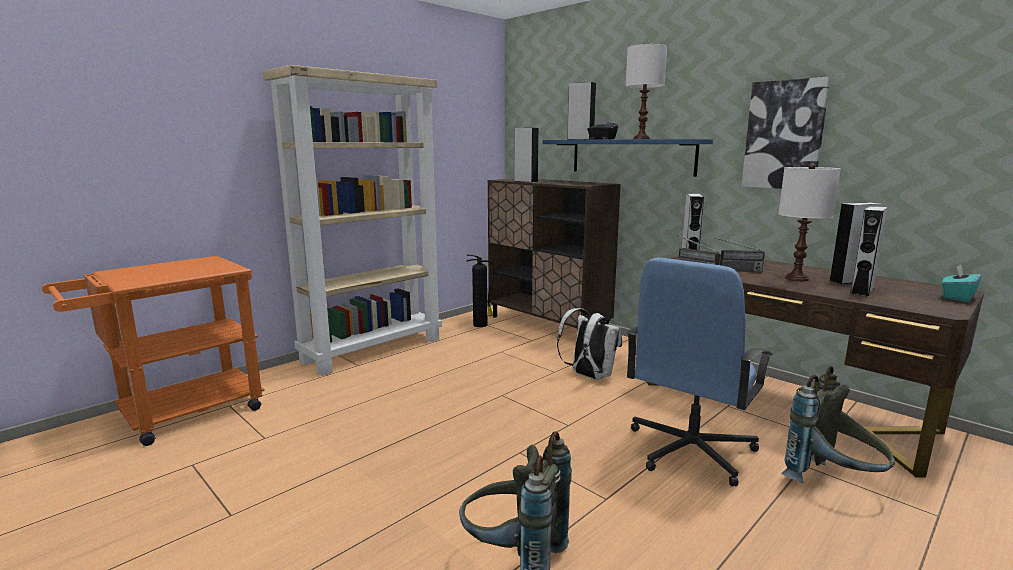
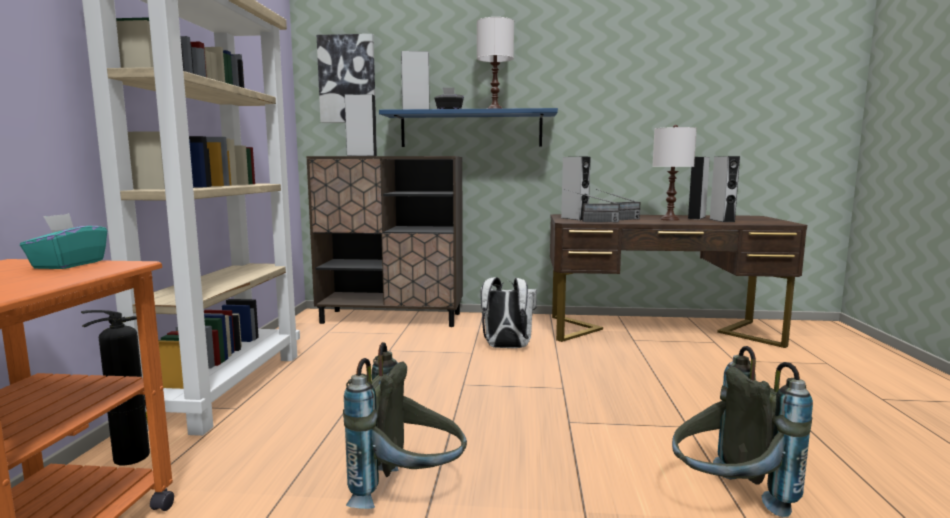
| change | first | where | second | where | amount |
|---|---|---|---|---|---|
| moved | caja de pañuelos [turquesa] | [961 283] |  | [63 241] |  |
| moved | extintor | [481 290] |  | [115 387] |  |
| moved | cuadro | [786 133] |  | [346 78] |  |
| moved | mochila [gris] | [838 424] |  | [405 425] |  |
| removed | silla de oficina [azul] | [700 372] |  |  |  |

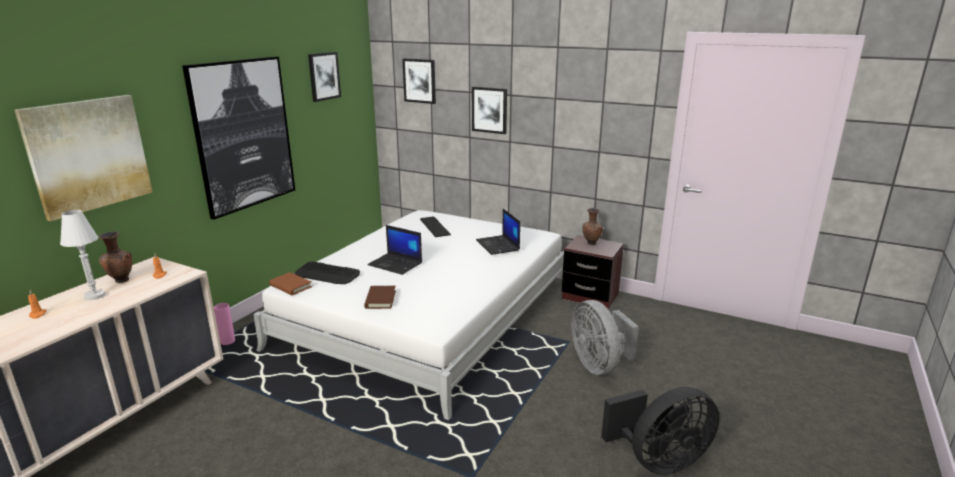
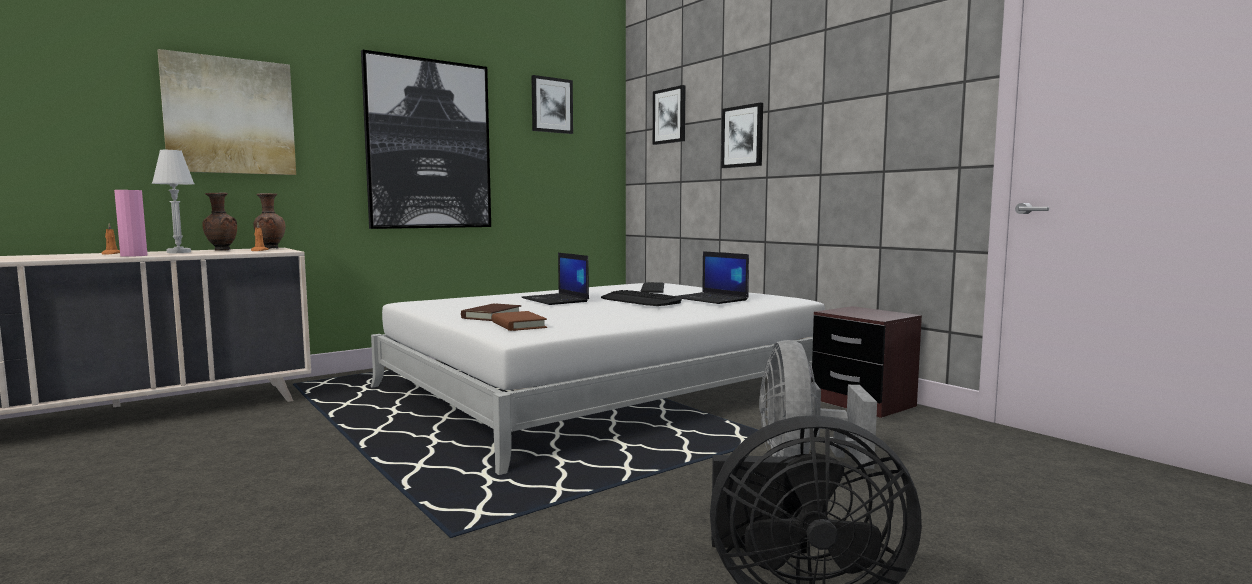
| change | first | where | second | where | amount |
|---|---|---|---|---|---|
| moved | florero [rosa] | [224 324] |  | [130 223] |  |
| moved | florero [marrón] | [592 226] |  | [269 221] |  |
| moved | libro [marrón] | [290 283] |  | [519 321] |  |
| moved | teclado | [327 272] |  | [641 298] |  |
| turned | portátil | [498 232] |  | [713 277] | 45 degrees counterclockwise |

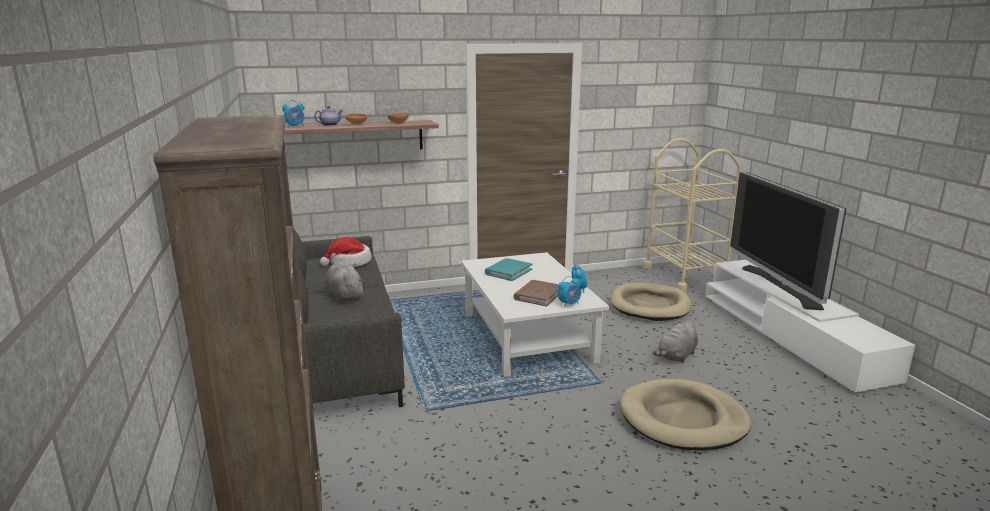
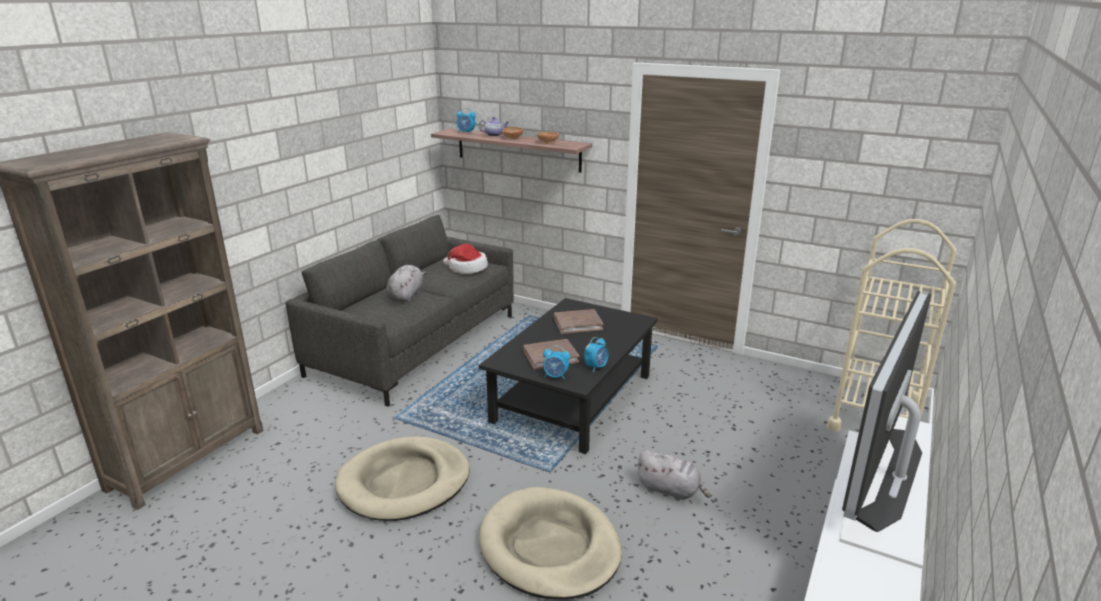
| change | first | where | second | where | amount |
|---|---|---|---|---|---|
| moved | cama para perro [beis] | [650 302] |  | [402 478] |  |
| recoloured | mesa de centro [blanco] | [535 314] | mesa de centro [negro] | [568 376] |  |
| recoloured | libro [turquesa] | [509 269] | libro [marrón] | [579 321] |  |
| turned | peluche [gris] | [675 341] |  | [673 475] | 150 degrees counterclockwise |

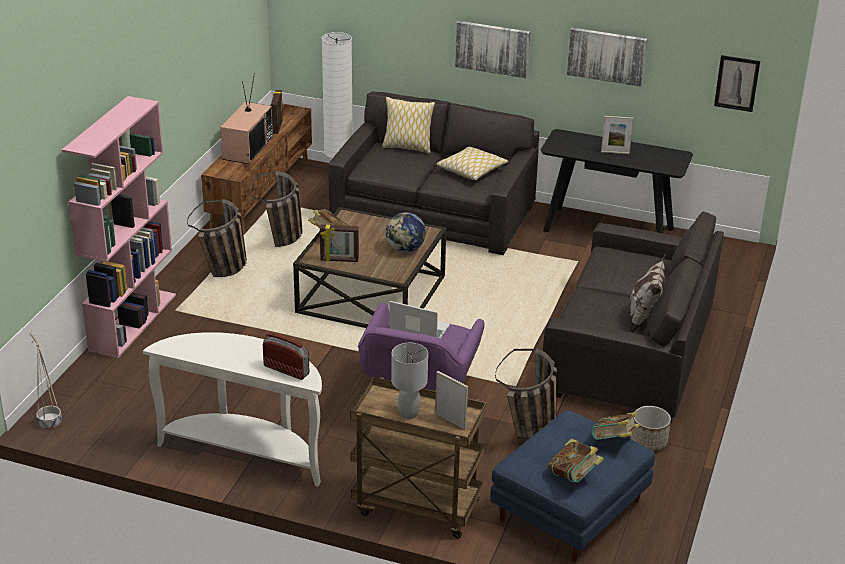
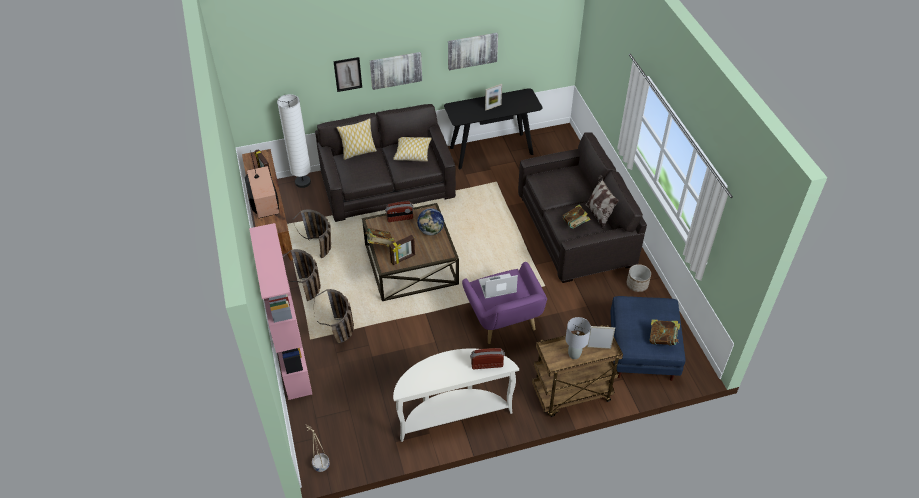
| change | first | where | second | where | amount |
|---|---|---|---|---|---|
| moved | cesta | [526 394] |  | [334 316] |  |
| moved | cuadro | [737 83] |  | [347 74] |  |
| added |  |  | radio | [399 211] |  |
| moved | libro | [615 426] |  | [576 216] |  |

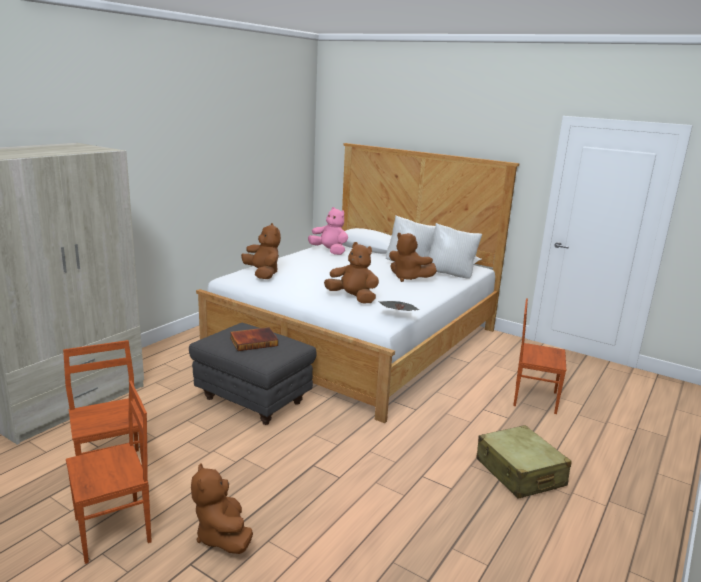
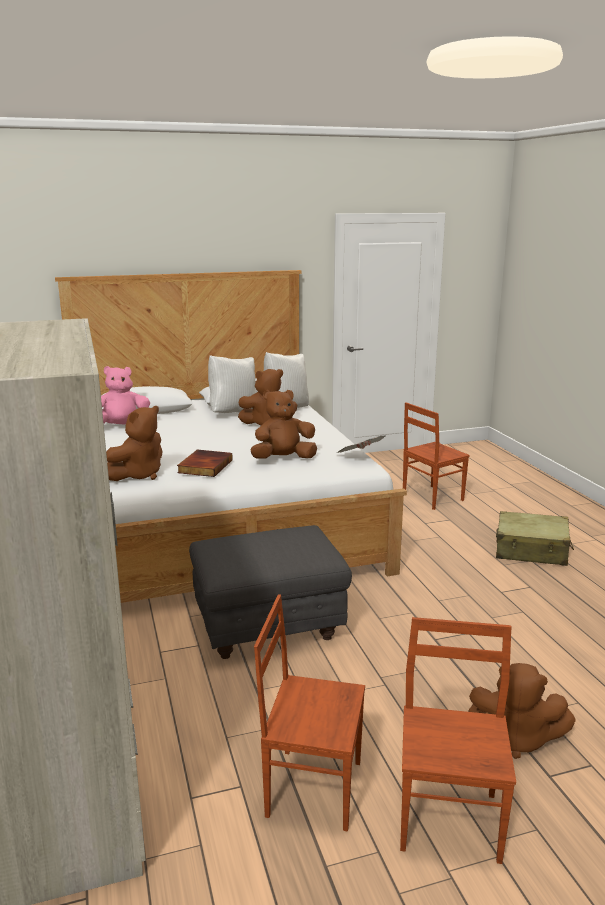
| change | first | where | second | where | amount |
|---|---|---|---|---|---|
| turned | peluche [marrón] | [261 251] |  | [134 443] | 120 degrees clockwise |
| moved | libro | [254 339] |  | [205 463] |  |

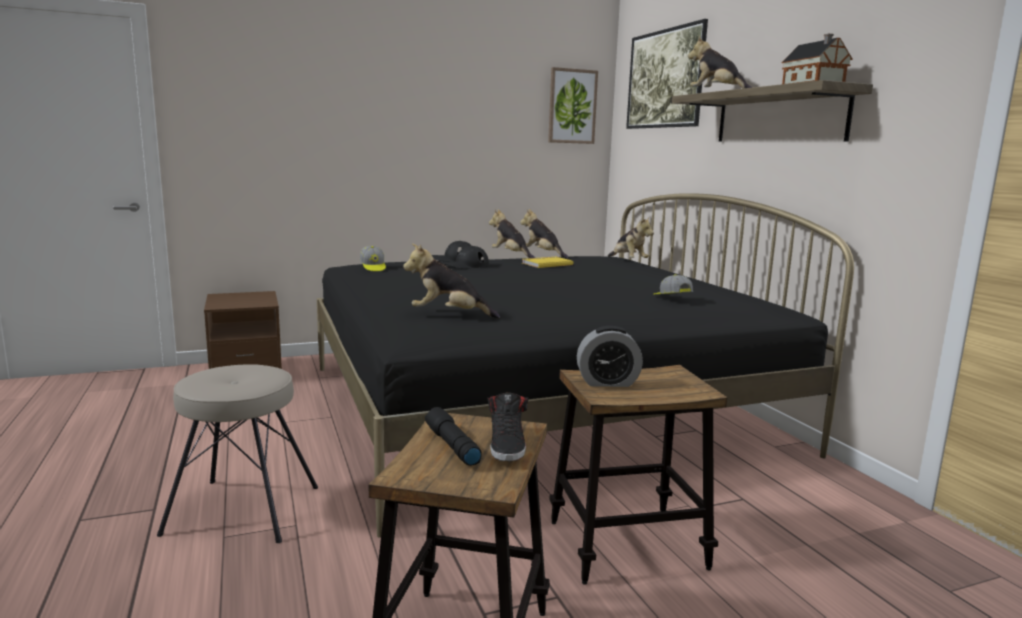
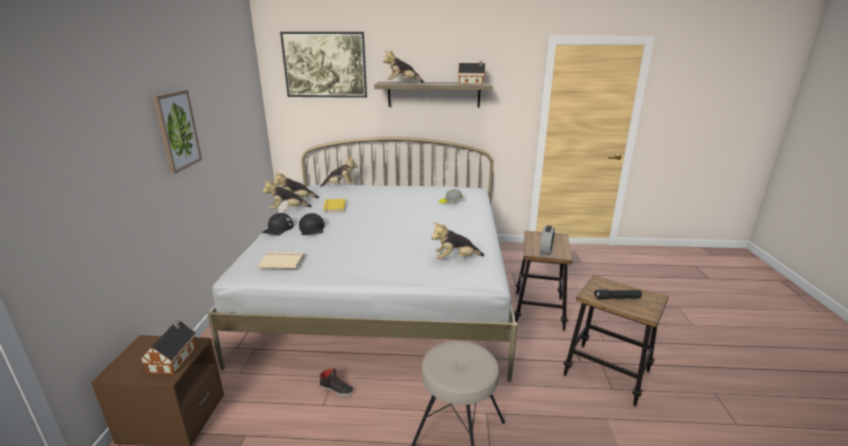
| change | first | where | second | where | amount |
|---|---|---|---|---|---|
| added |  |  | casita | [168 347] |  |
| moved | cuadro | [573 105] |  | [177 132] |  |
| recoloured | cama [negro] | [585 365] | cama [blanco] | [362 259] |  |
| replaced | gorra | [373 259] | libro [beis] | [281 260] |  |
| moved | zapato [negro] | [508 427] |  | [337 382] |  |
| turned | peluche | [451 280] |  | [457 240] | 45 degrees clockwise |

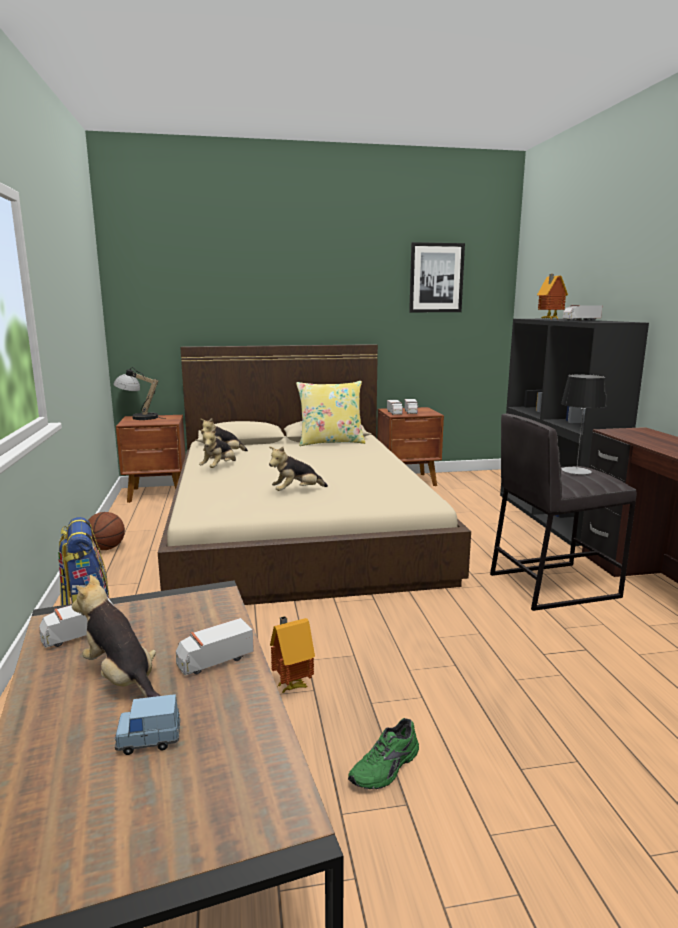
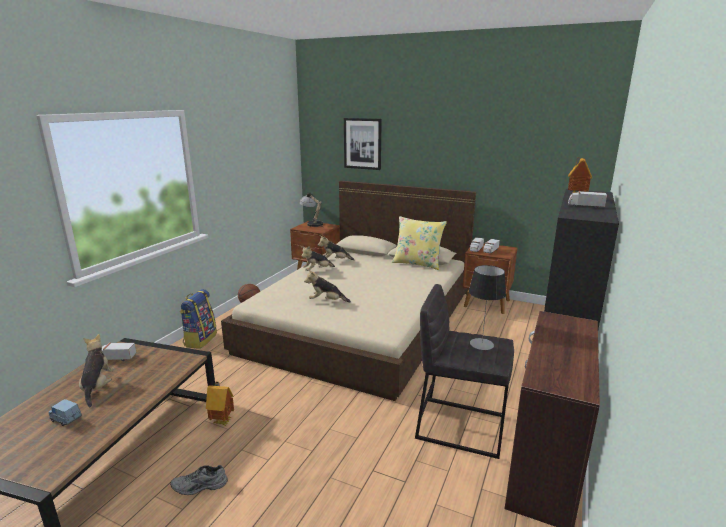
| change | first | where | second | where | amount |
|---|---|---|---|---|---|
| recoloured | zapato [verde] | [383 753] | zapato [gris] | [199 480] |  |
| moved | cuadro | [437 277] |  | [363 144] |  |
| removed | camión de juguete | [215 647] |  |  |  |

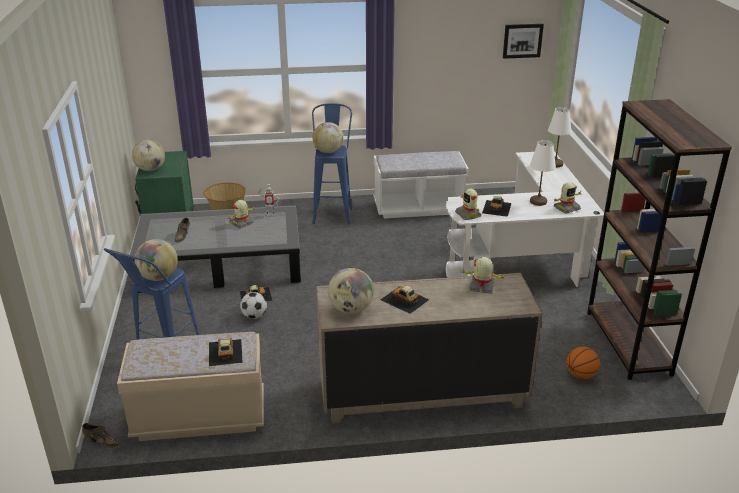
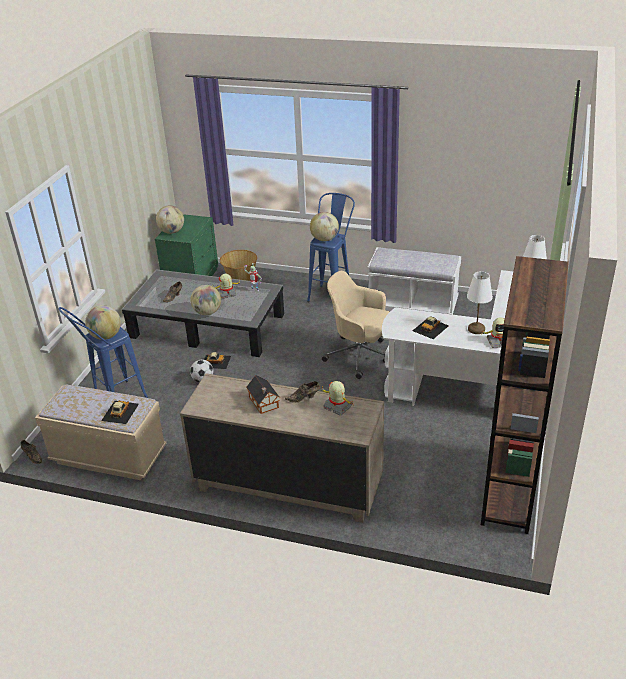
| change | first | where | second | where | amount |
|---|---|---|---|---|---|
| moved | globo terráqueo | [351 291] |  | [205 300] |  |
| replaced | coche de juguete | [404 299] | casita | [263 394] |  |
| added |  |  | zapato [marrón] | [302 392] |  |
| added |  |  | silla de oficina [beis] | [356 325] |  |
| removed | robot de juguete | [468 204] |  |  |  |
| removed | cuadro | [523 41] |  |  |  |
| removed | balón de baloncesto | [583 363] |  |  |  |

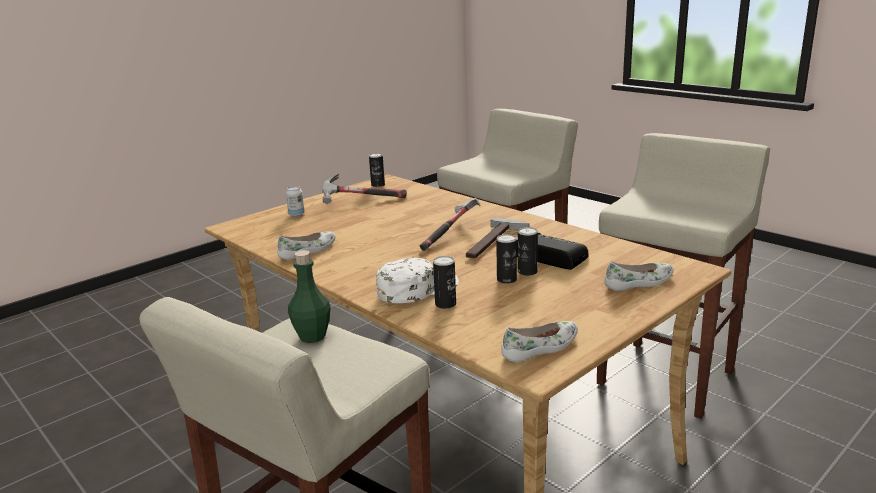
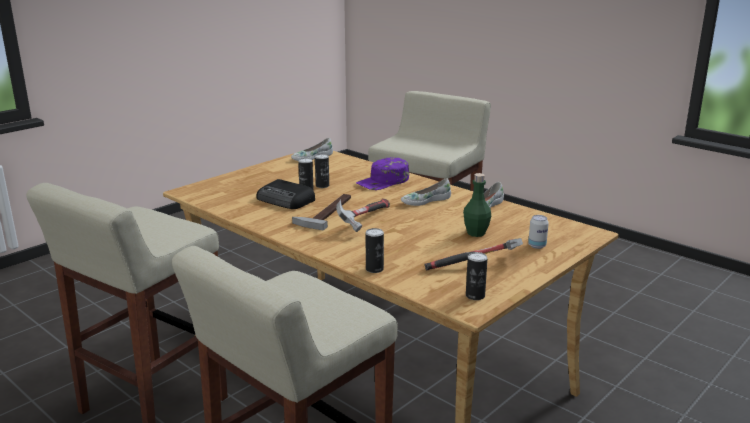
| change | first | where | second | where | amount |
|---|---|---|---|---|---|
| recoloured | gorra [blanco] | [418 280] | gorra [morado] | [382 174] |  |
| moved | lata | [444 282] |  | [375 250] |  |
| moved | zapato [blanco] | [639 276] |  | [426 192] |  |
| moved | botella [verde] | [309 296] |  | [477 205] |  |

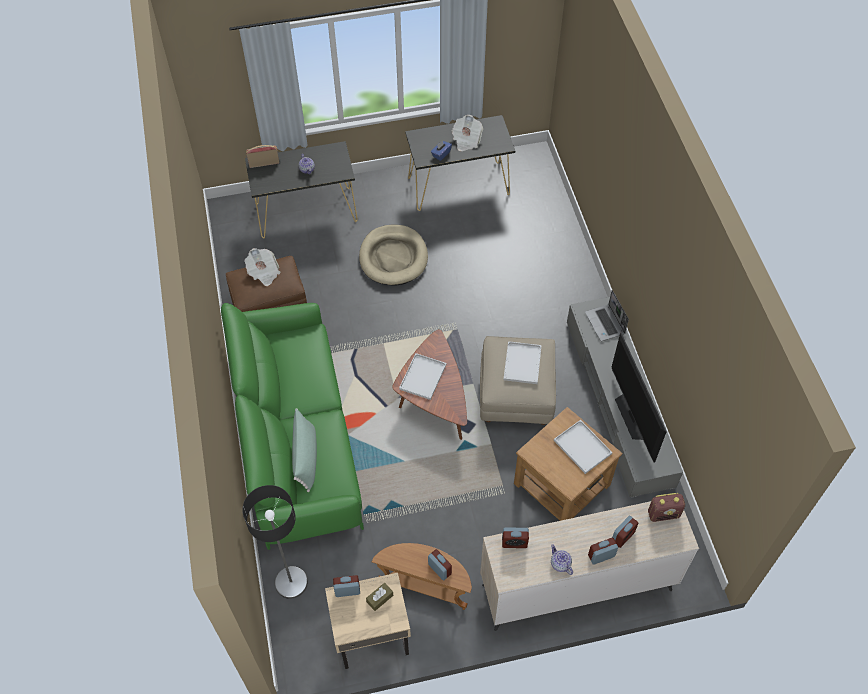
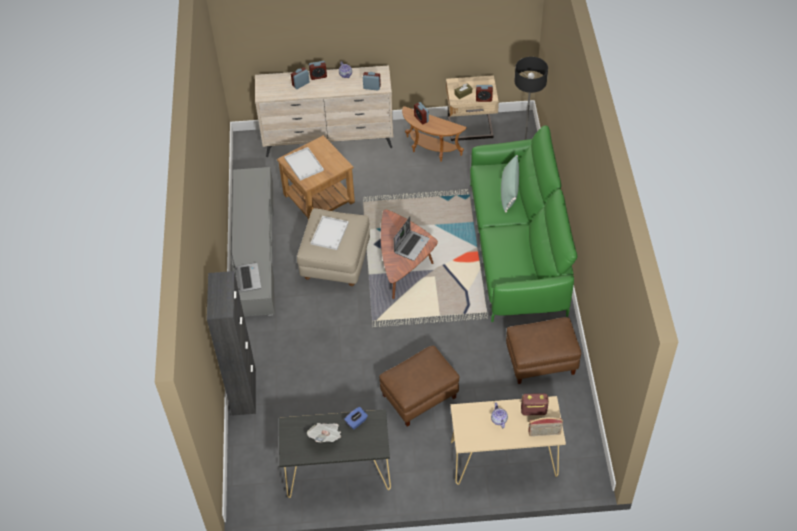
| change | first | where | second | where | amount |
|---|---|---|---|---|---|
| added |  |  | armario [negro] | [231 343] |  |
| replaced | cama para perro [beis] | [393 255] | puf [marrón] | [419 386] |  |
| replaced | bandeja [blanco] | [422 376] | portátil | [412 239] |  |
| recoloured | mesa consola [negro] | [301 189] | mesa consola [beis] | [508 440] |  |
| moved | radio | [666 507] |  | [535 404] |  |
| removed | periódico | [262 267] |  |  |  |
| removed | televisor | [639 397] |  |  |  |

